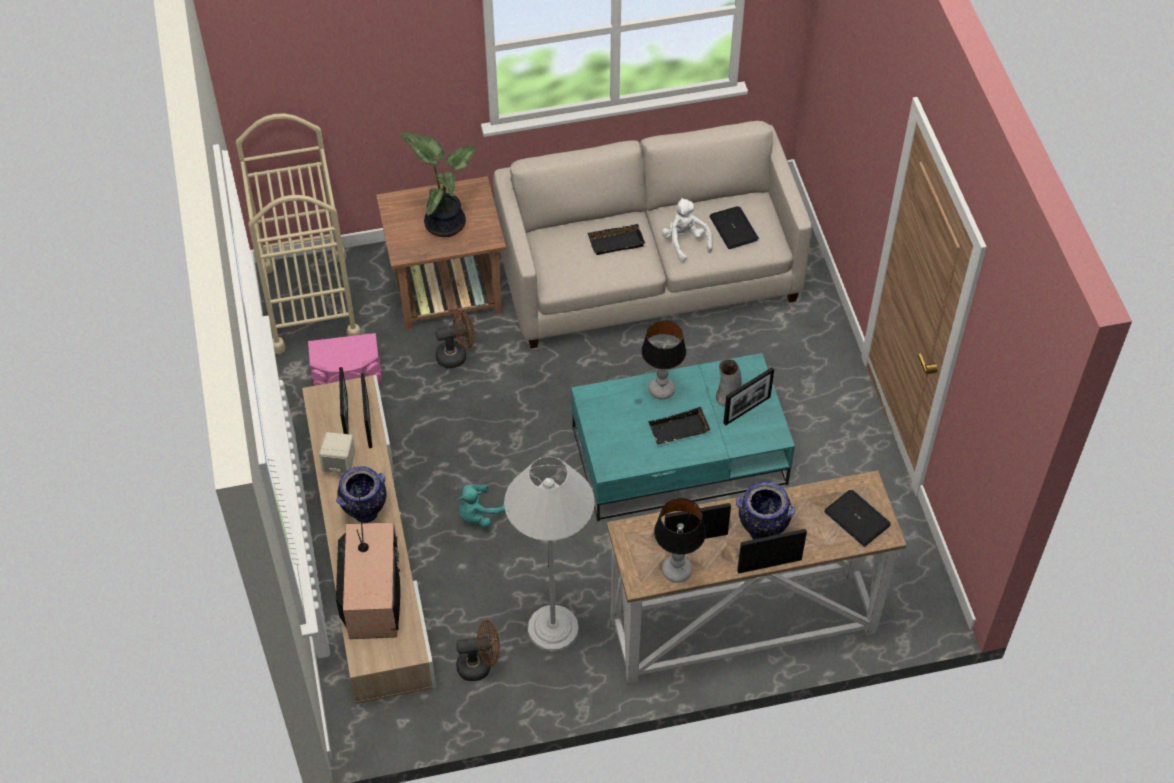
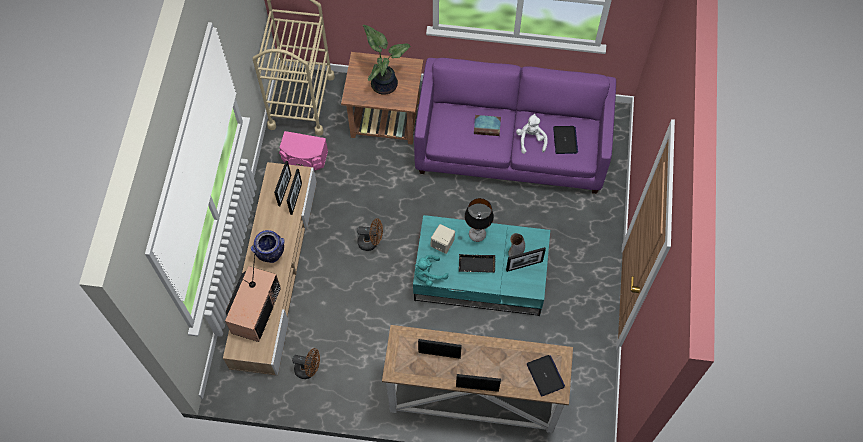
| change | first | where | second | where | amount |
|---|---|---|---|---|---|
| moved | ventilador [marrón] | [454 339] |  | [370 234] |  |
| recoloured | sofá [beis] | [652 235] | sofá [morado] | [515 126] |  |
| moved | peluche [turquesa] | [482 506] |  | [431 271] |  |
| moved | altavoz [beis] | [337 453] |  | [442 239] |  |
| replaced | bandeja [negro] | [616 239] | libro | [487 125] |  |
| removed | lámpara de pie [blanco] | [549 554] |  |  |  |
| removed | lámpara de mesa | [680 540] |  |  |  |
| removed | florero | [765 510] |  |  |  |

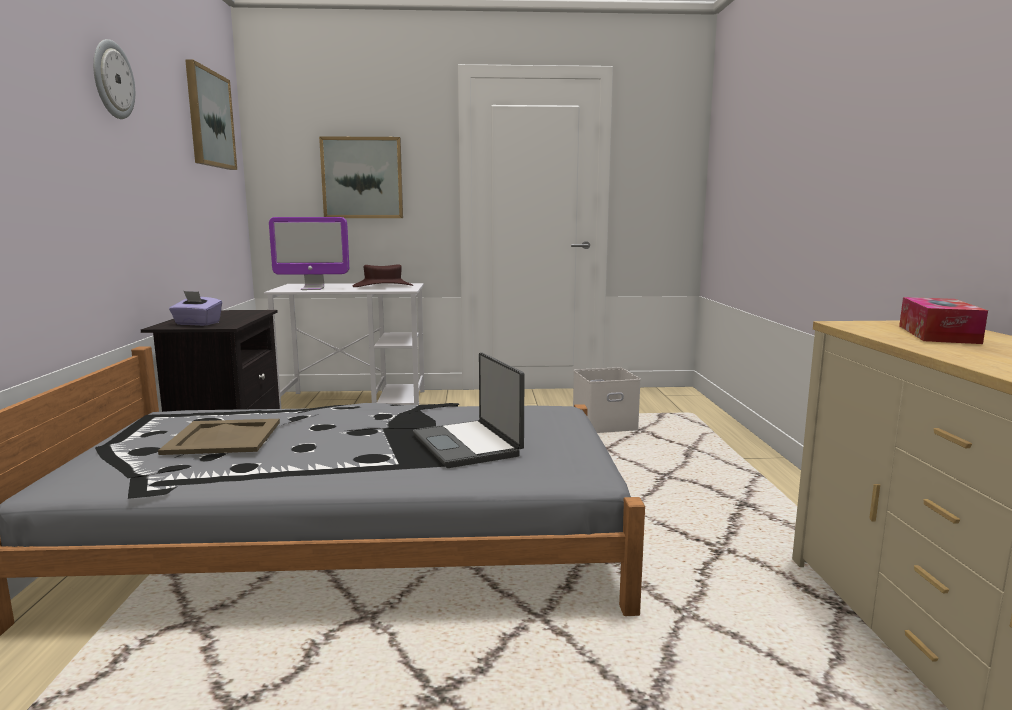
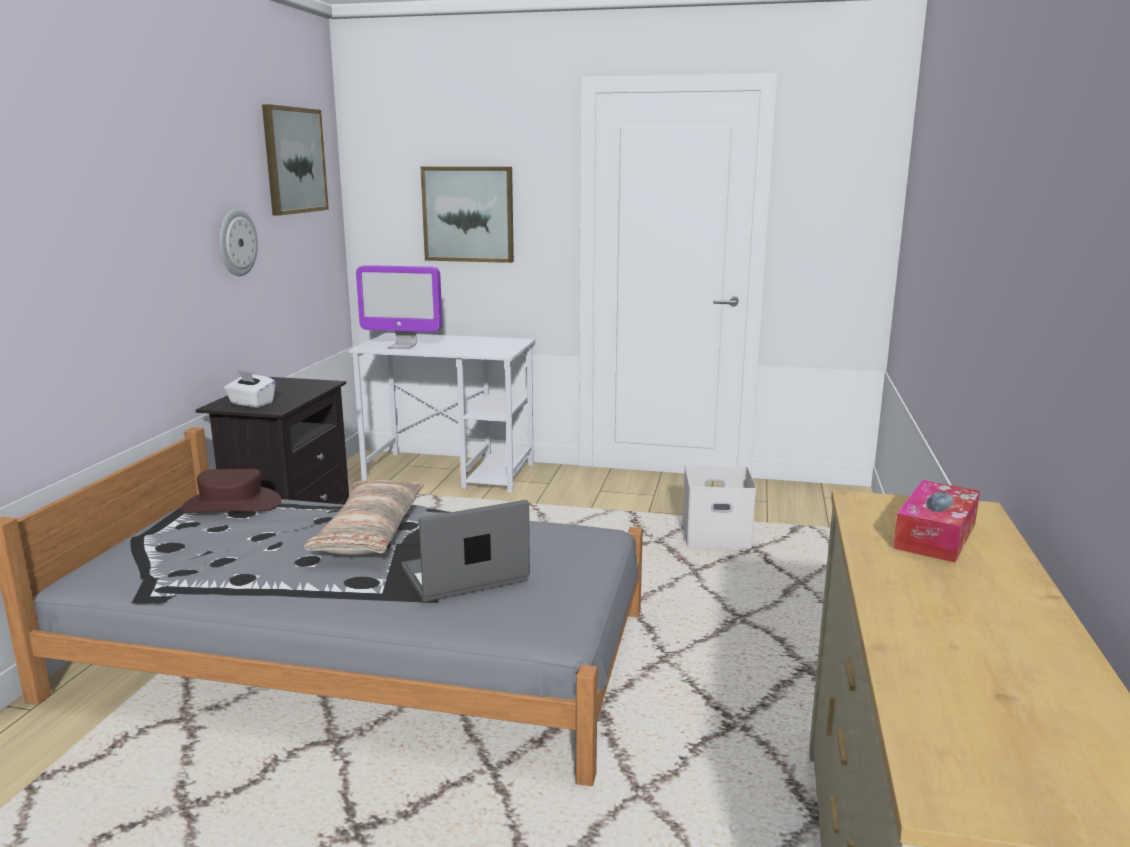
| change | first | where | second | where | amount |
|---|---|---|---|---|---|
| moved | sombrero [marrón] | [383 275] |  | [230 491] |  |
| moved | reloj de pared | [114 79] |  | [238 242] |  |
| recoloured | caja de pañuelos [morado] | [195 308] | caja de pañuelos [blanco] | [250 389] |  |
| added |  |  | cojín | [364 517] |  |
| turned | portátil | [469 410] |  | [466 551] | 75 degrees clockwise |
| removed | bandeja [beis] | [219 437] |  |  |  |

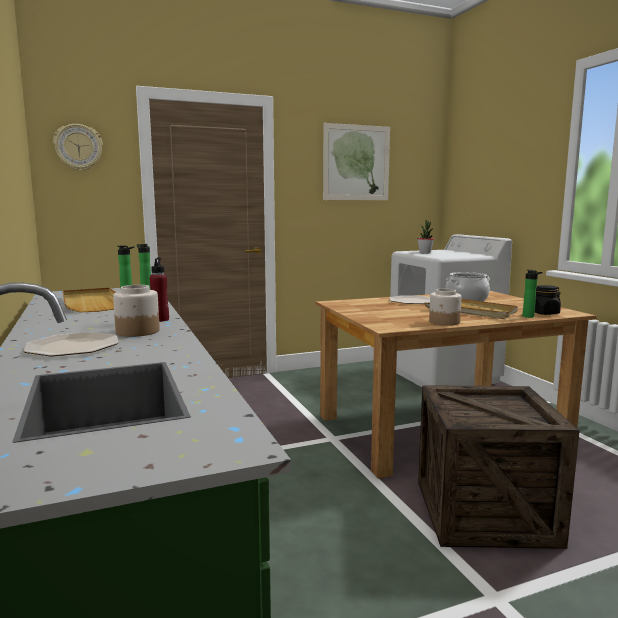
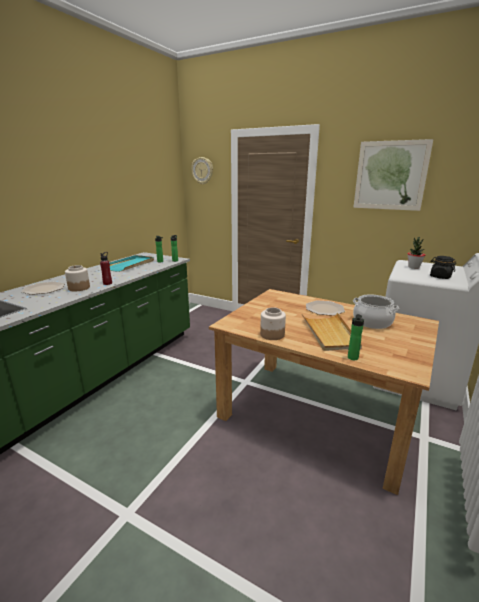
| change | first | where | second | where | amount |
|---|---|---|---|---|---|
| recoloured | bandeja [beis] | [89 300] | bandeja [turquesa] | [132 263] |  |
| moved | tarro [negro] | [548 300] |  | [443 267] |  |
| removed | caja de embalaje | [499 467] |  |  |  |

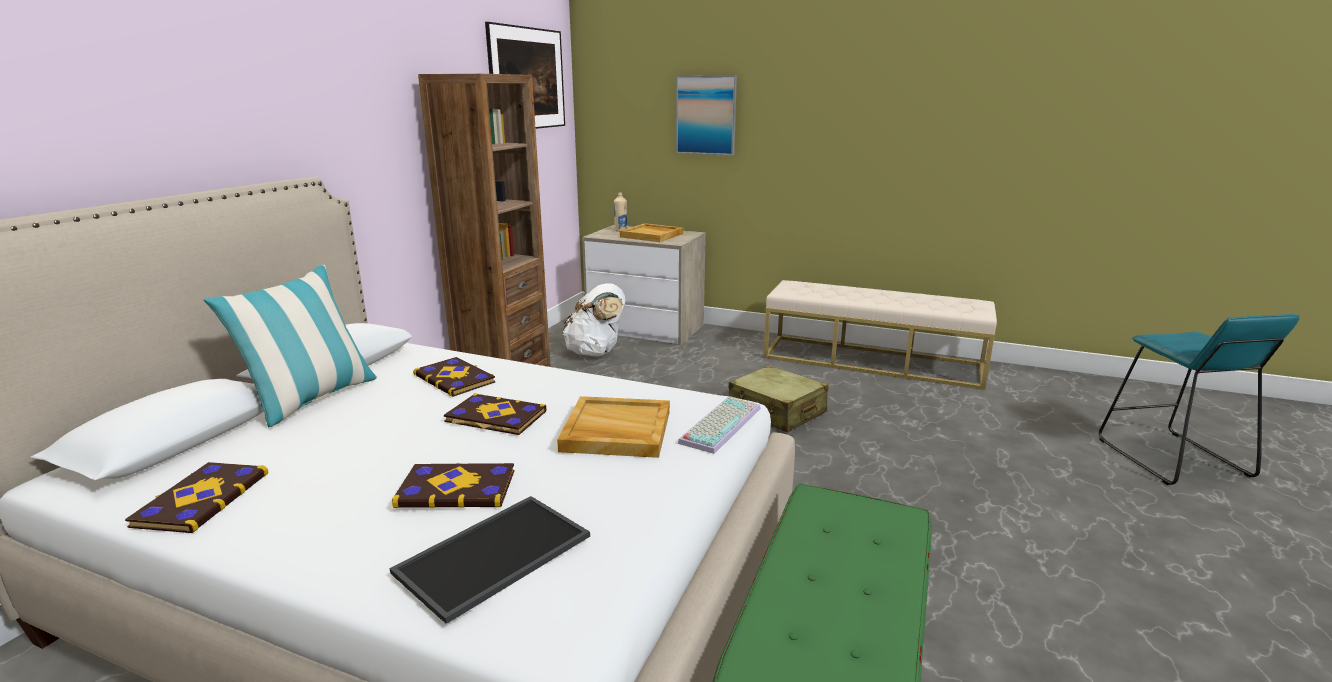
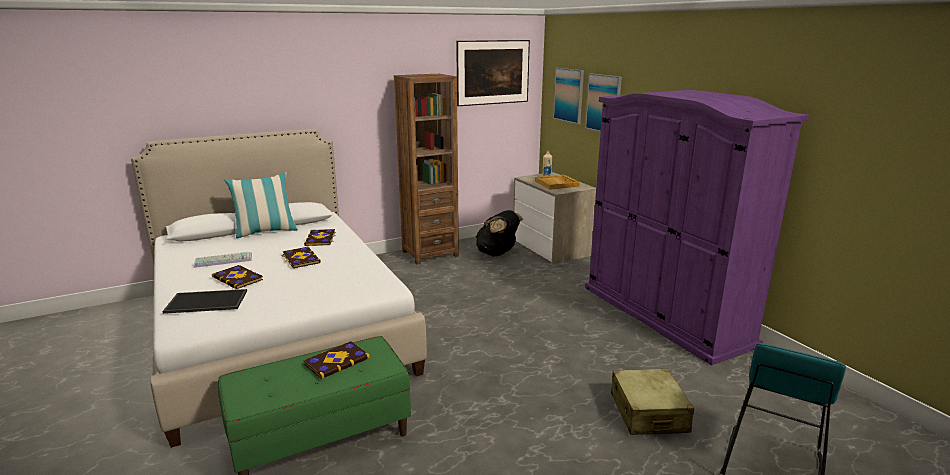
| change | first | where | second | where | amount |
|---|---|---|---|---|---|
| moved | teclado | [719 425] |  | [223 260] |  |
| moved | libro | [197 497] |  | [337 360] |  |
| recoloured | mochila [blanco] | [593 320] | mochila [negro] | [499 233] |  |
| added |  |  | cuadro | [568 96] |  |
| replaced | banco [beis] | [880 335] | armario ropero [morado] | [697 227] |  |
| moved | maleta [beis] | [778 398] |  | [652 401] |  |
| removed | bandeja [beis] | [613 427] |  |  |  |

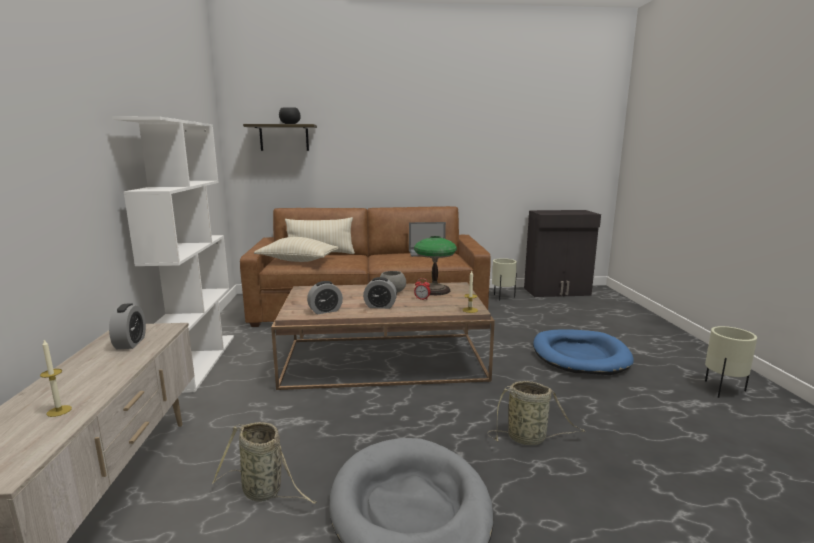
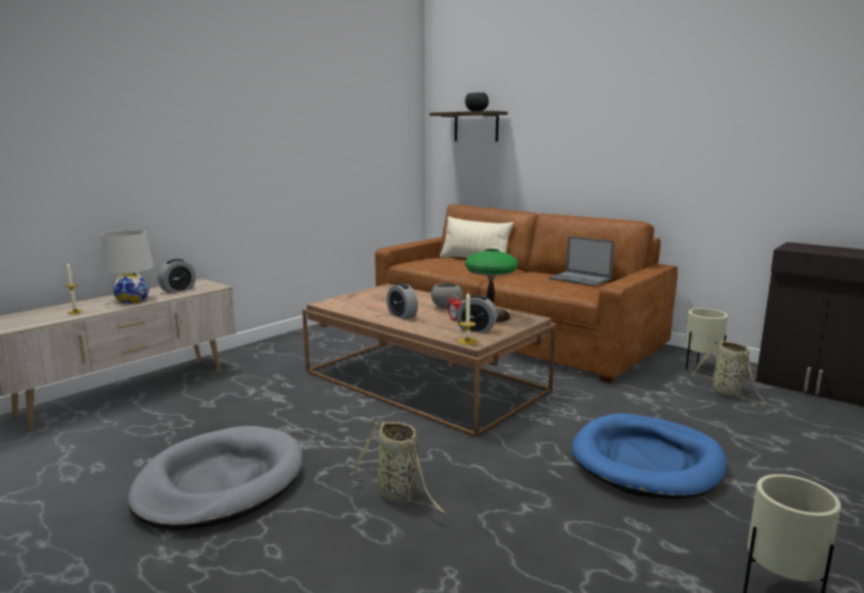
| change | first | where | second | where | amount |
|---|---|---|---|---|---|
| added |  |  | lámpara de mesa [blanco] | [127 267] |  |
| moved | despertador | [325 297] |  | [476 314] |  |
| moved | cesta | [264 463] |  | [730 373] |  |
| removed | estantería [blanco] | [173 254] |  |  |  |
| removed | cojín [beis] | [296 249] |  |  |  |

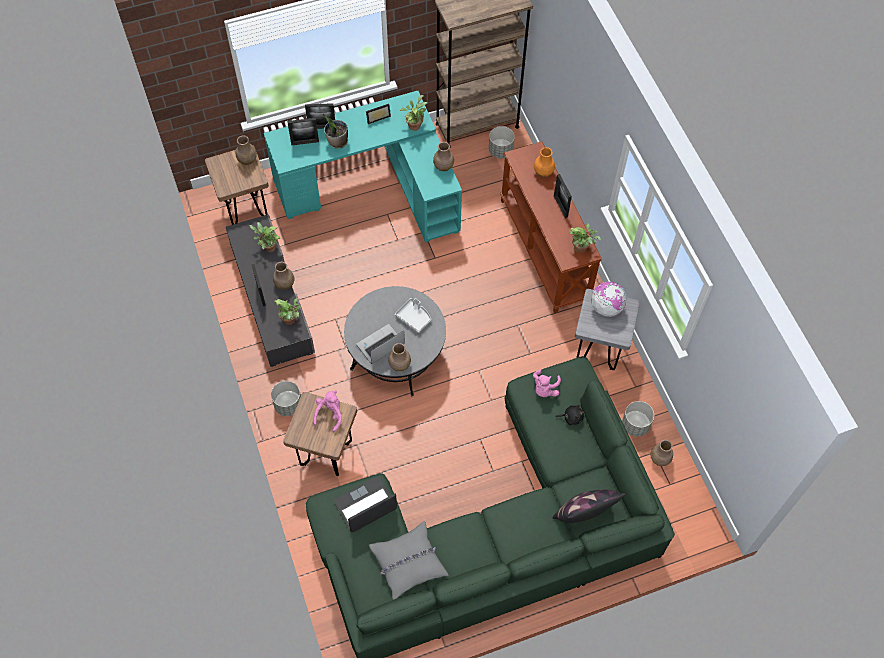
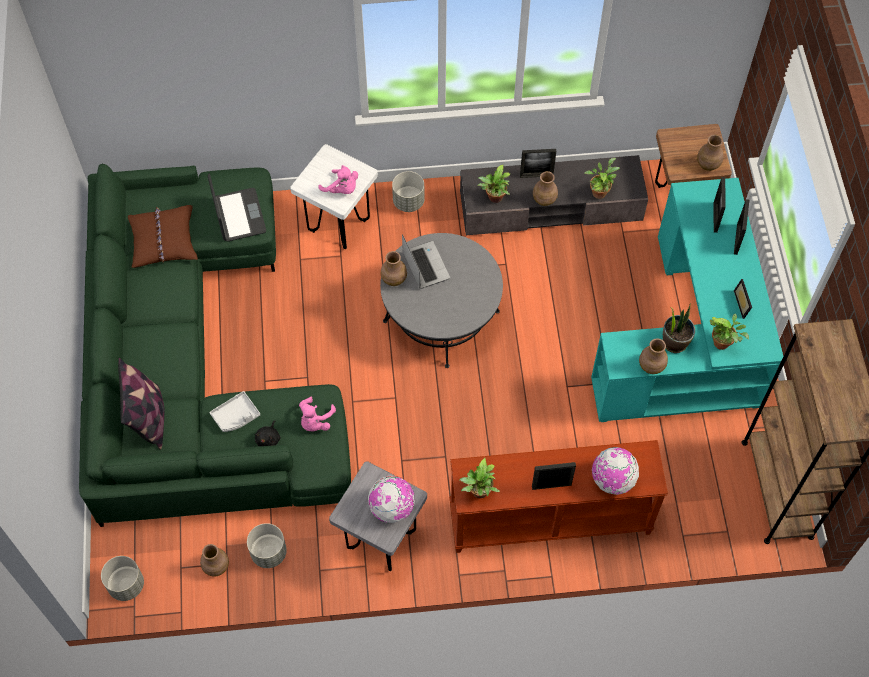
| change | first | where | second | where | amount |
|---|---|---|---|---|---|
| moved | maceta [gris] | [502 142] |  | [122 578] |  |
| recoloured | cojín [gris] | [409 560] | cojín [marrón] | [163 236] |  |
| moved | bandeja [gris] | [413 315] |  | [235 411] |  |
| recoloured | taburete [marrón] | [320 434] | taburete [blanco] | [334 196] |  |
| turned | peluche [rosa] | [547 383] |  | [317 414] | 105 degrees counterclockwise |
| replaced | florero [naranja] | [544 162] | globo terráqueo | [615 471] |  |
| moved | planta en maceta | [335 131] |  | [679 328] |  |

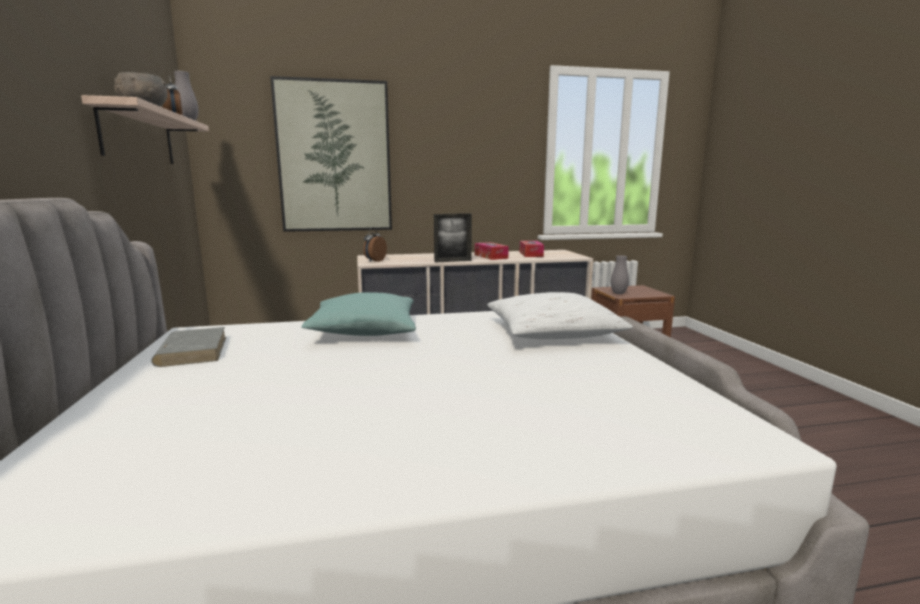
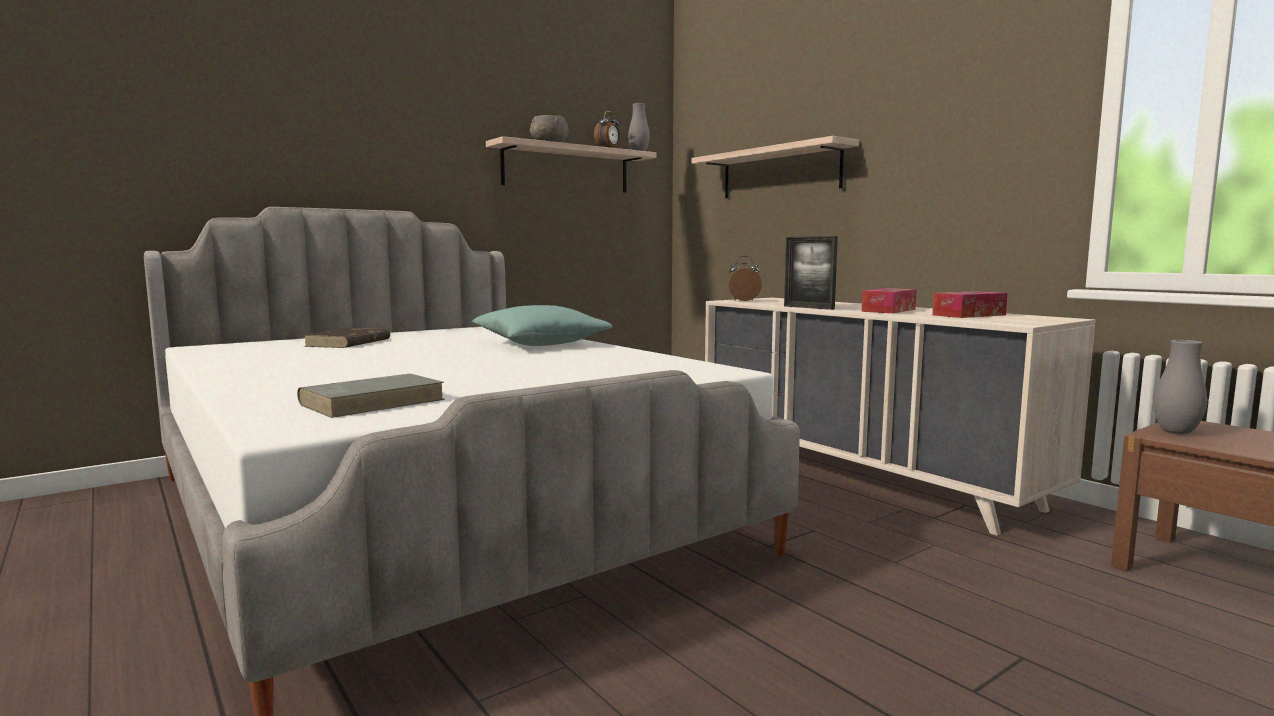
| change | first | where | second | where | amount |
|---|---|---|---|---|---|
| moved | libro [gris] | [188 347] |  | [371 395] |  |
| added |  |  | libro [marrón] | [346 338] |  |
| replaced | cuadro | [331 154] | estante | [775 167] |  |
| removed | cojín [blanco] | [560 315] |  |  |  |

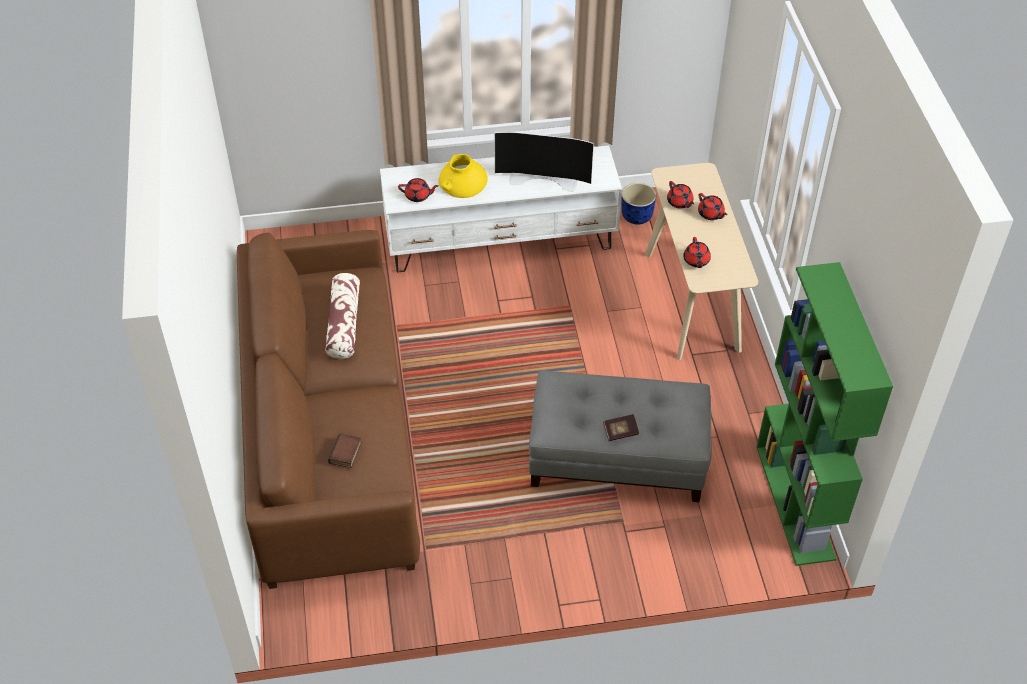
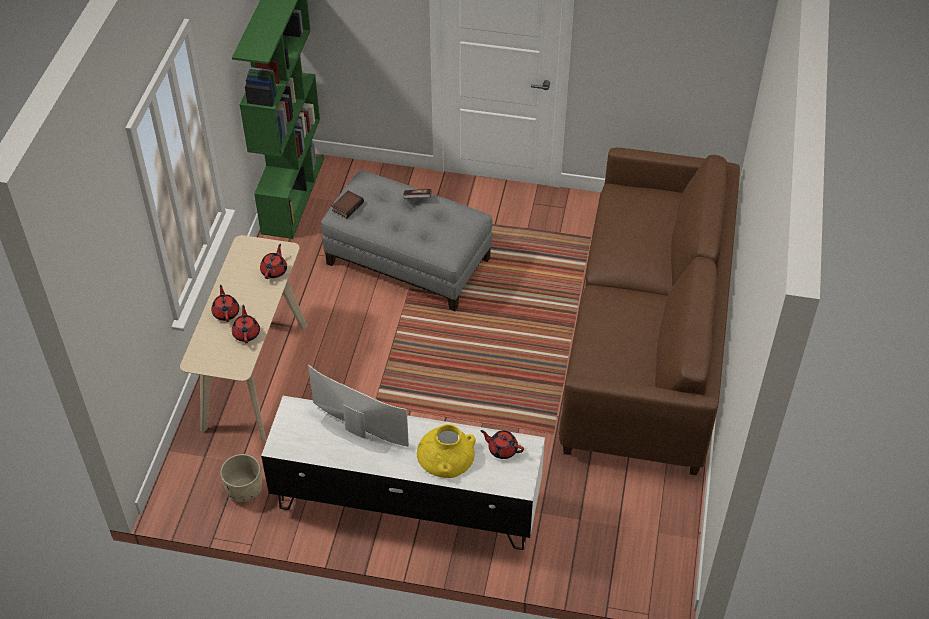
| change | first | where | second | where | amount |
|---|---|---|---|---|---|
| recoloured | maceta [azul] | [638 204] | maceta [beis] | [241 478] |  |
| moved | libro | [345 450] |  | [348 204] |  |
| removed | cojín | [342 316] |  |  |  |

